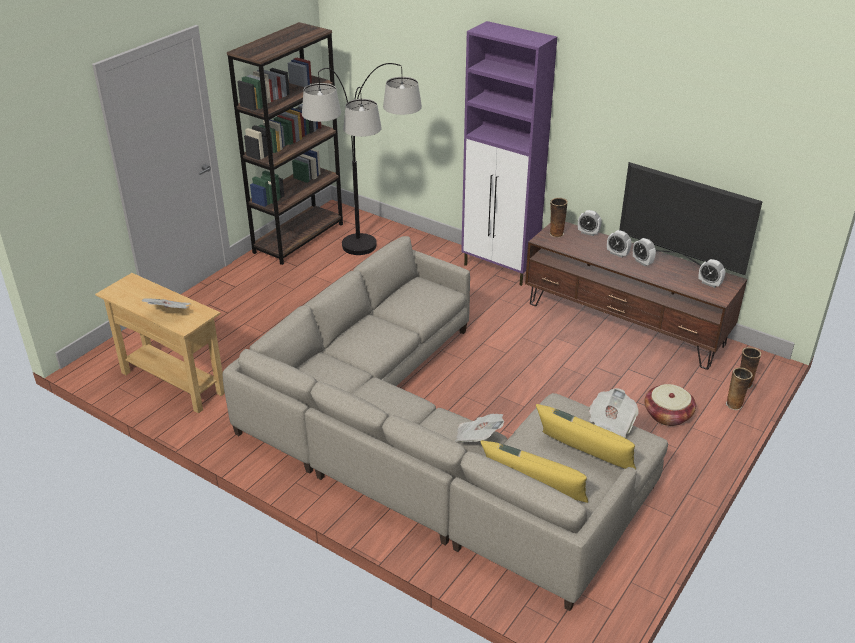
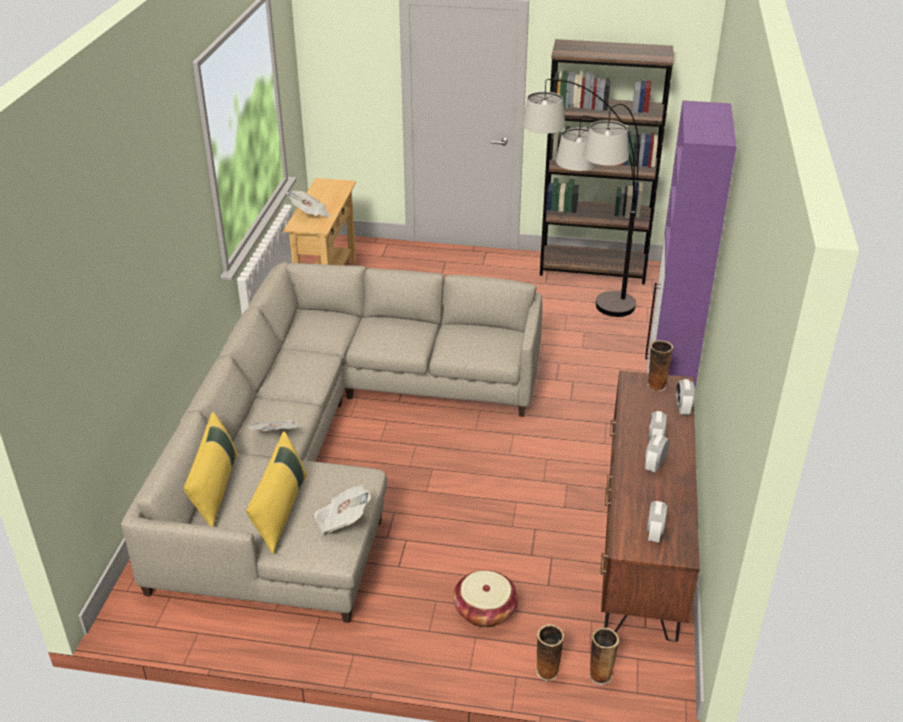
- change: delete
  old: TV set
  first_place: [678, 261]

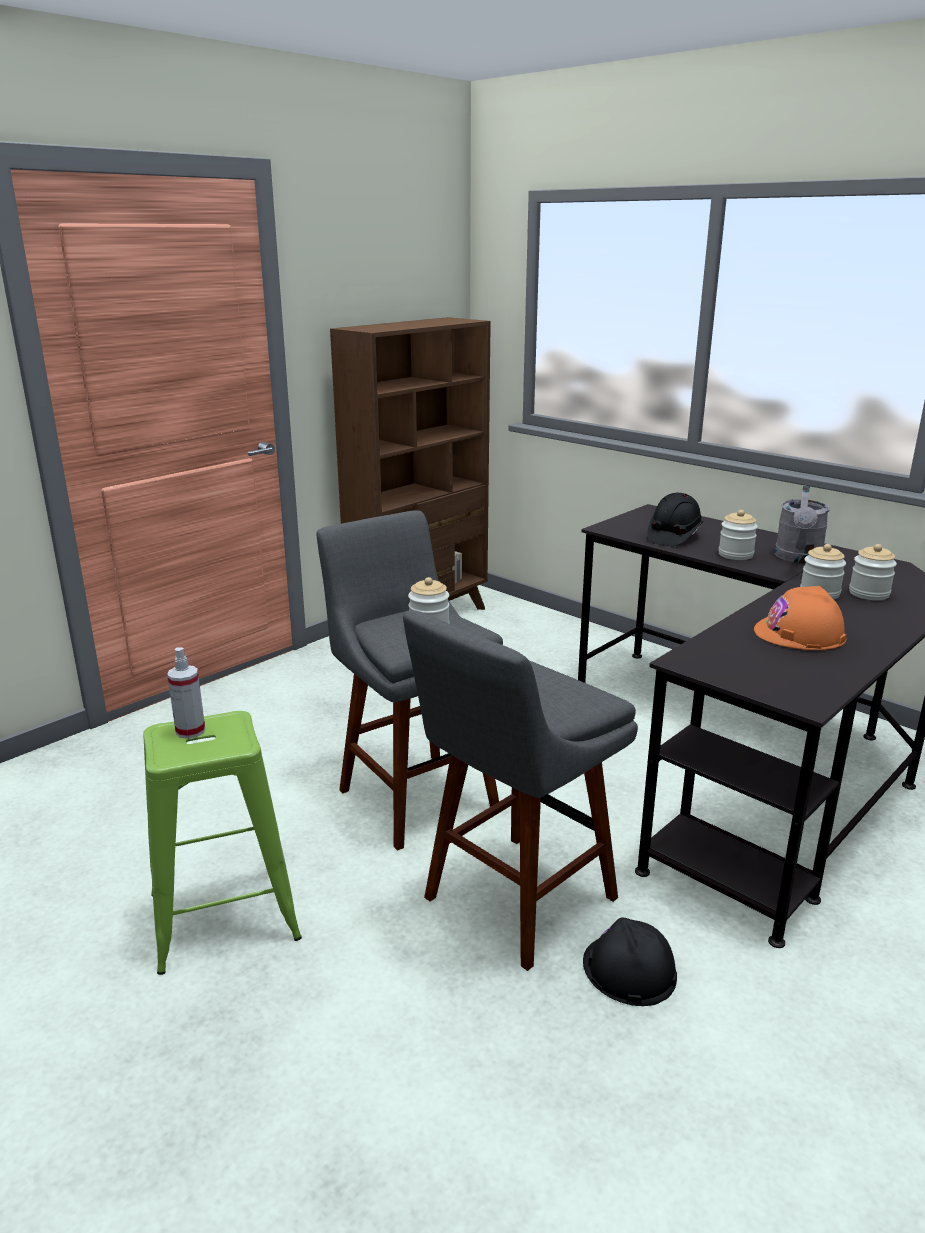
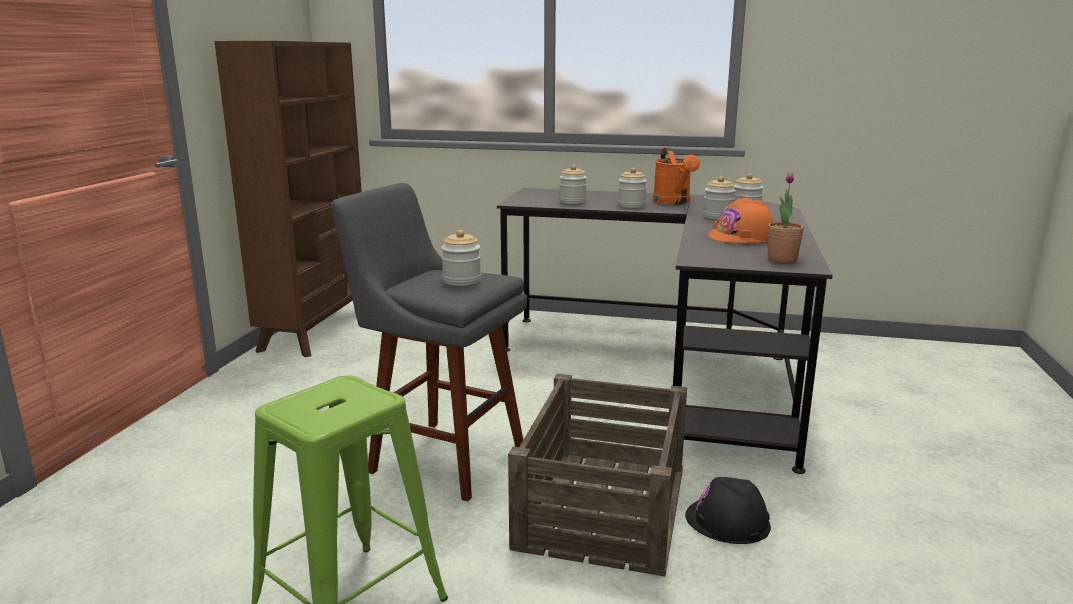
- change: delete
  old: hand sprayer
  first_place: [190, 731]
- change: insert
  new: plant in a pot
  second_place: [782, 259]
- change: replace
  old: sitting stool in gray
  new: packing crate
  first_place: [513, 902]
  second_place: [601, 507]
- change: replace
  old: work helmet in black-coloured
  new: preserve jar
  first_place: [673, 536]
  second_place: [572, 201]
- change: recolor
  old: sprinkling can in gray
  new: sprinkling can in orange
  first_place: [798, 558]
  second_place: [674, 202]

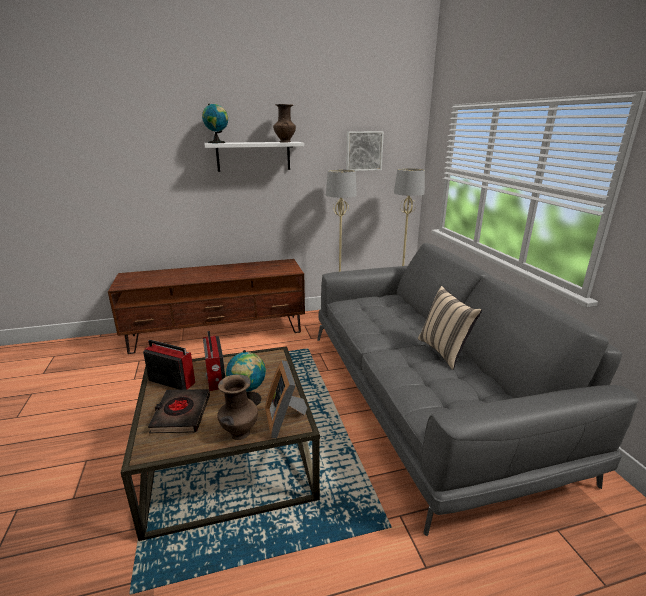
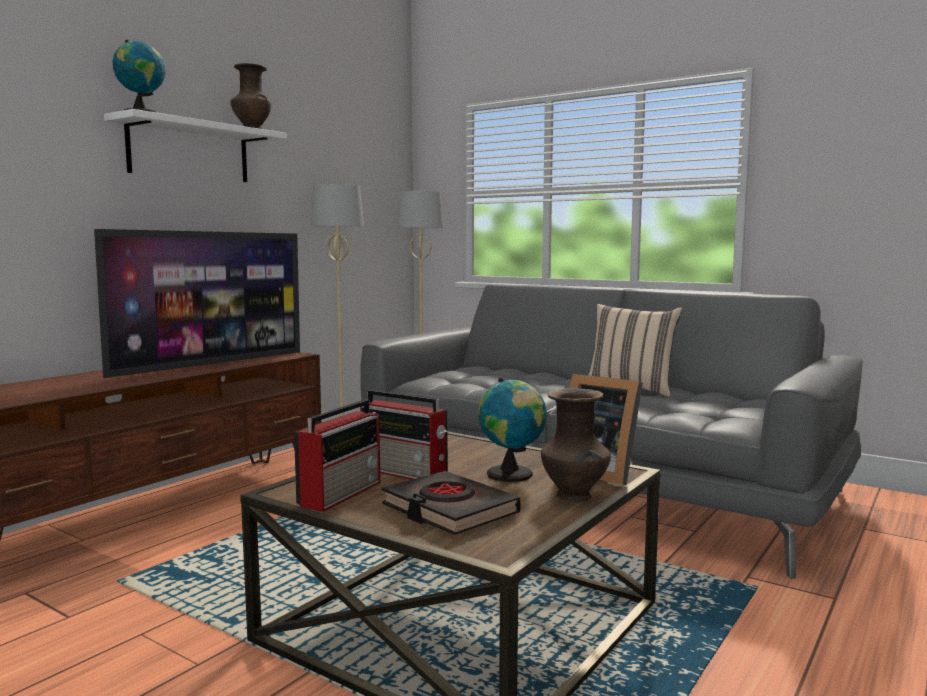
- change: delete
  old: wall picture
  first_place: [363, 151]
- change: insert
  new: TV set
  second_place: [211, 364]
- change: rotate
  old: radio
  first_place: [171, 381]
  second_place: [342, 493]
  degrees: 135

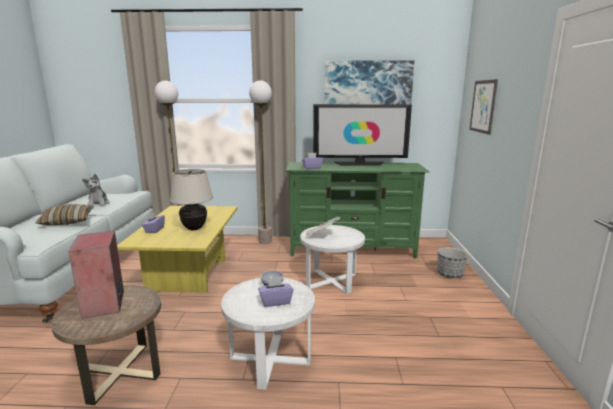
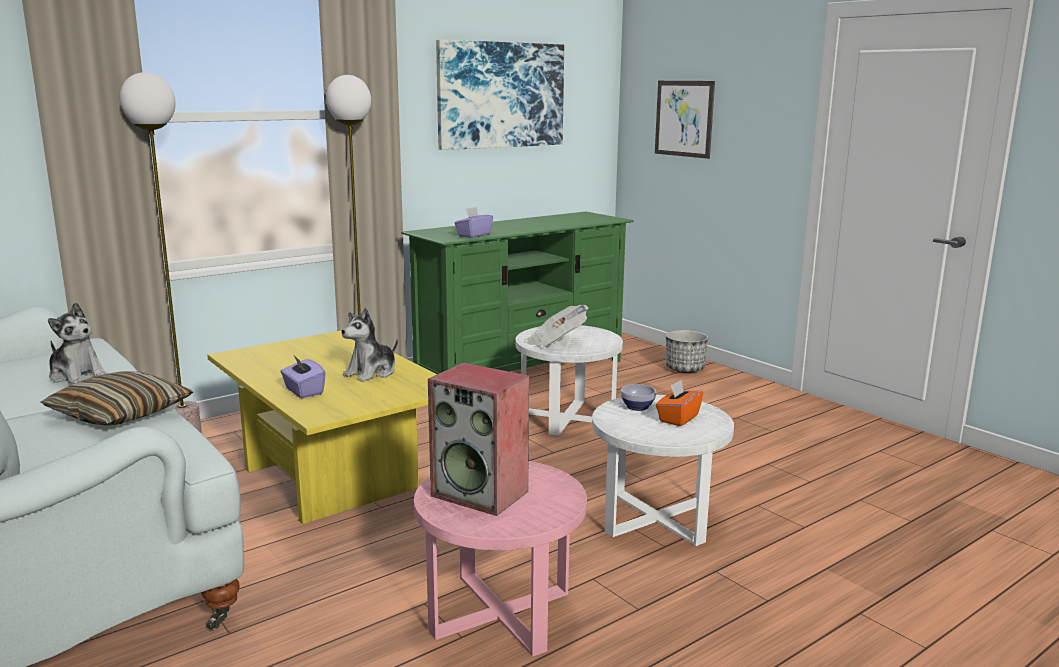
- change: delete
  old: TV set
  first_place: [359, 164]
- change: replace
  old: table lamp in sand-coloured
  new: plush toy
  first_place: [194, 228]
  second_place: [371, 373]
- change: recolor
  old: end table in brown
  new: end table in pinkish
  first_place: [119, 372]
  second_place: [500, 612]
- change: recolor
  old: box of tissues in purple-coloured
  new: box of tissues in orange
  first_place: [275, 301]
  second_place: [678, 418]

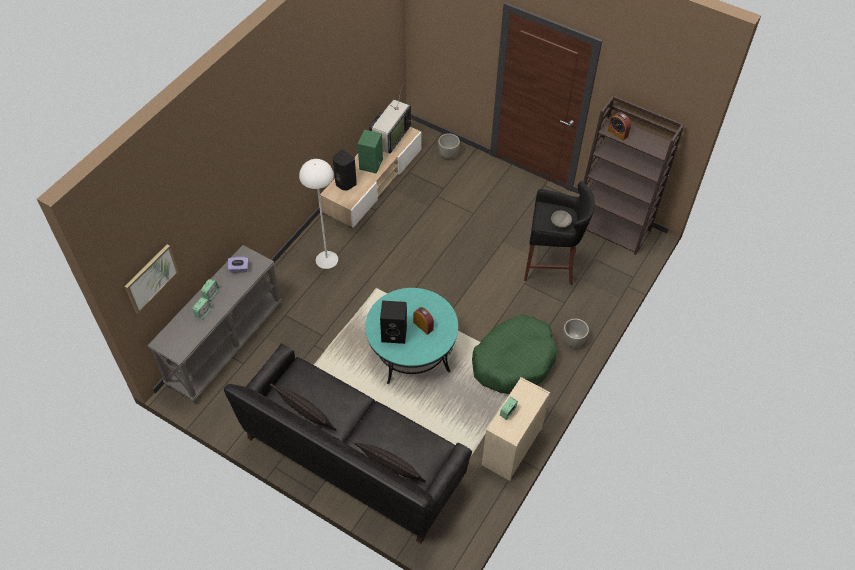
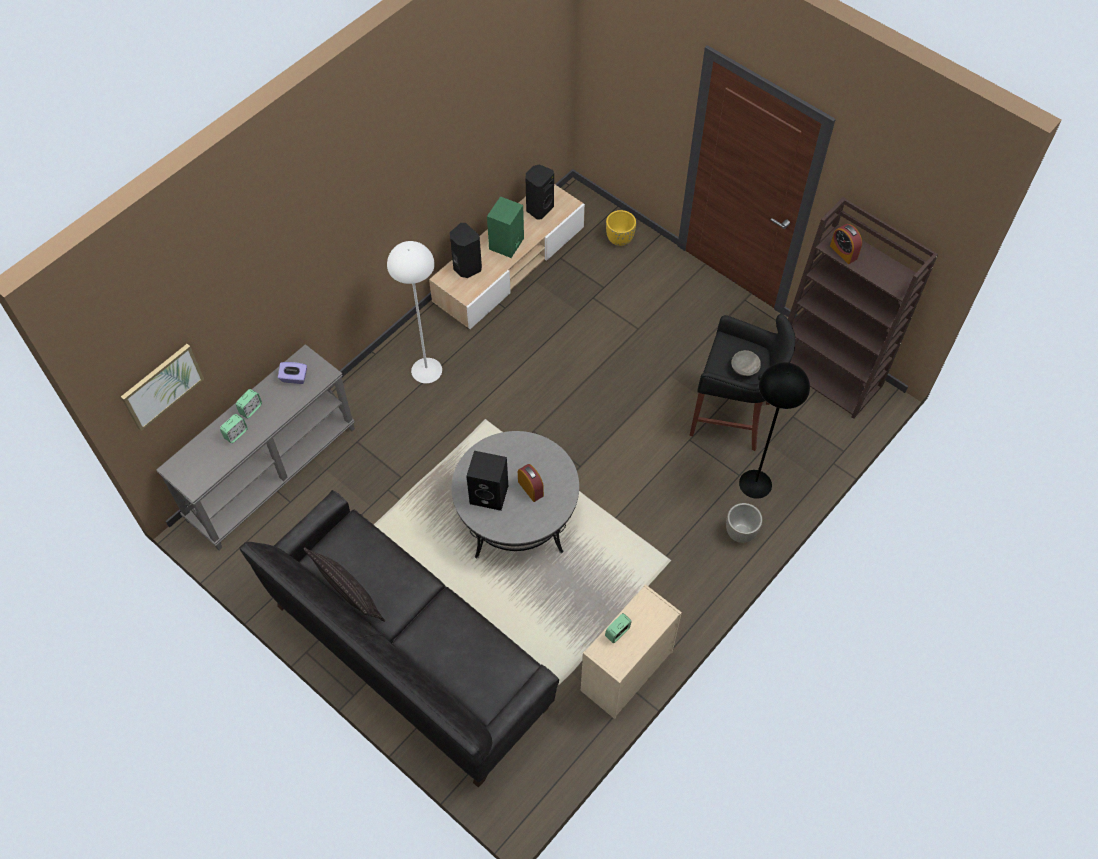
- change: delete
  old: cushion
  first_place: [390, 468]
- change: delete
  old: pet bed in green
  first_place: [513, 360]
- change: insert
  new: standard lamp in black-coloured
  second_place: [755, 484]
- change: replace
  old: TV set
  new: audio speaker in black-coloured
  first_place: [389, 138]
  second_place: [539, 208]
- change: recolor
  old: coffee table in turquoise
  new: coffee table in gray
  first_place: [411, 351]
  second_place: [516, 516]
- change: recolor
  old: plant pot in gray
  new: plant pot in yellow-coloured
  first_place: [448, 155]
  second_place: [619, 240]

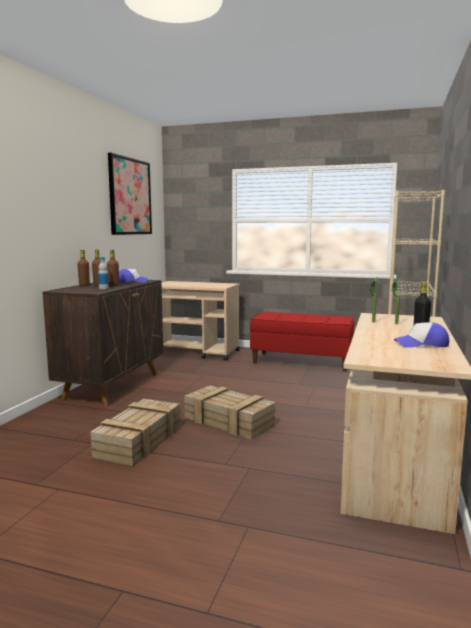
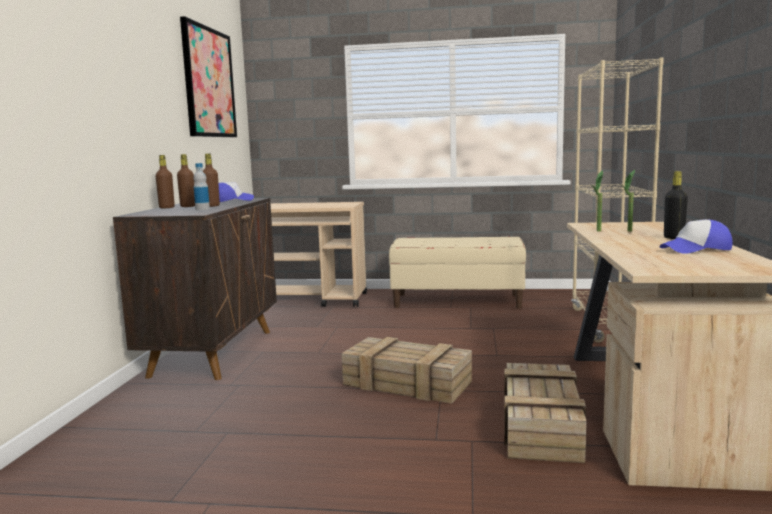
- change: move
  old: packing crate
  first_place: [139, 440]
  second_place: [540, 424]
- change: recolor
  old: bench in reddish
  new: bench in sand-coloured
  first_place: [301, 361]
  second_place: [457, 300]

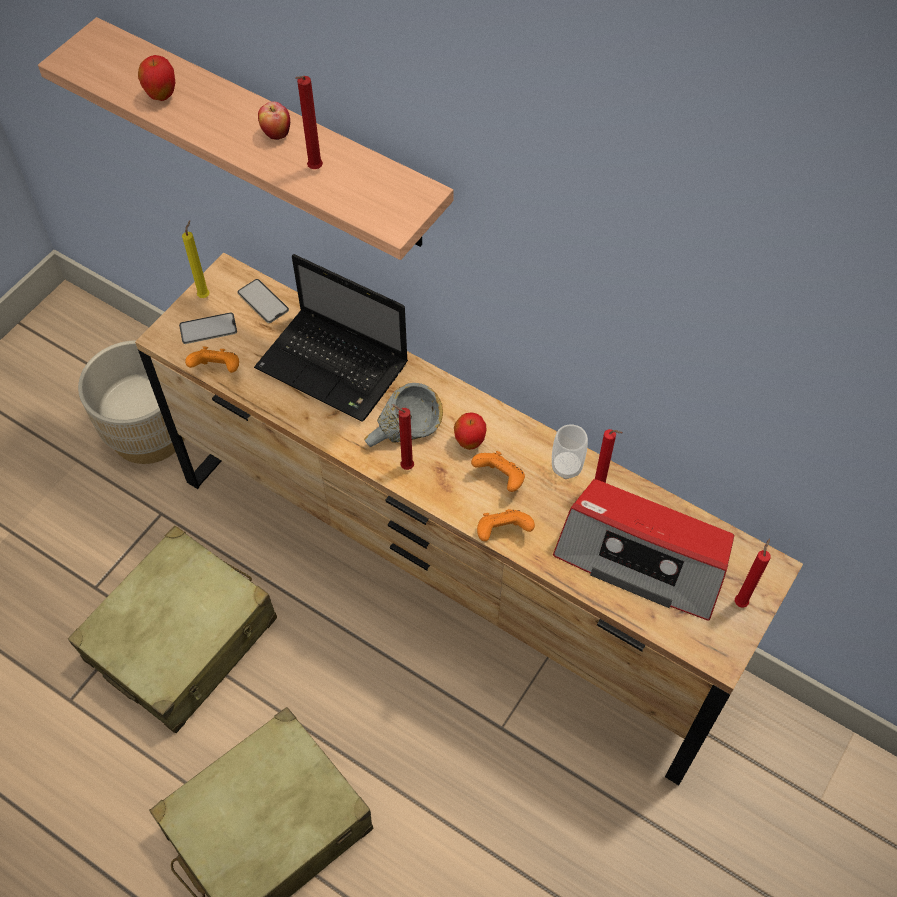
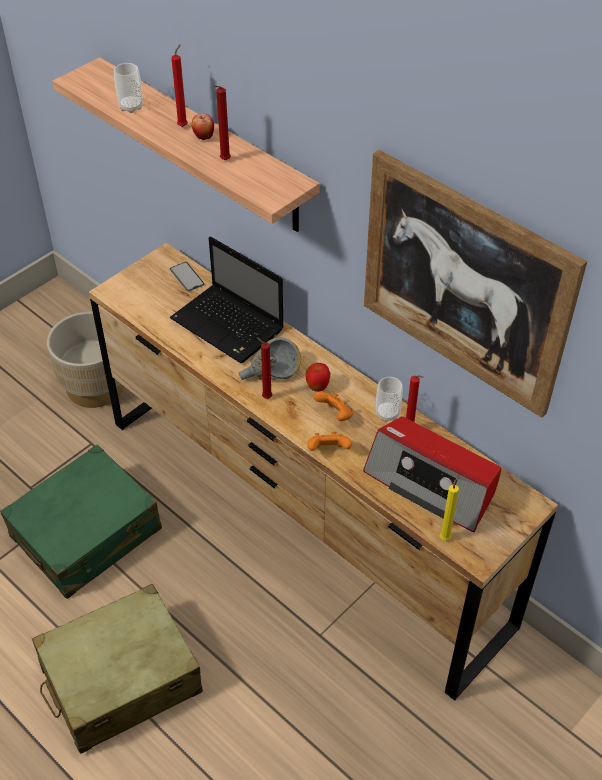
- change: delete
  old: handset
  first_place: [208, 328]
- change: delete
  old: gamepad in orange
  first_place: [217, 369]
- change: insert
  new: wall picture
  second_place: [464, 284]
- change: move
  old: candle in yellow-coloured
  first_place: [205, 295]
  second_place: [445, 537]
- change: move
  old: candle in reddish
  first_place: [741, 601]
  second_place: [183, 126]
- change: replace
  old: apple fruit
  new: cup
  first_place: [162, 96]
  second_place: [131, 107]
- change: recolor
  old: suitcase in sand-coloured
  new: suitcase in green
  first_place: [182, 640]
  second_place: [87, 533]

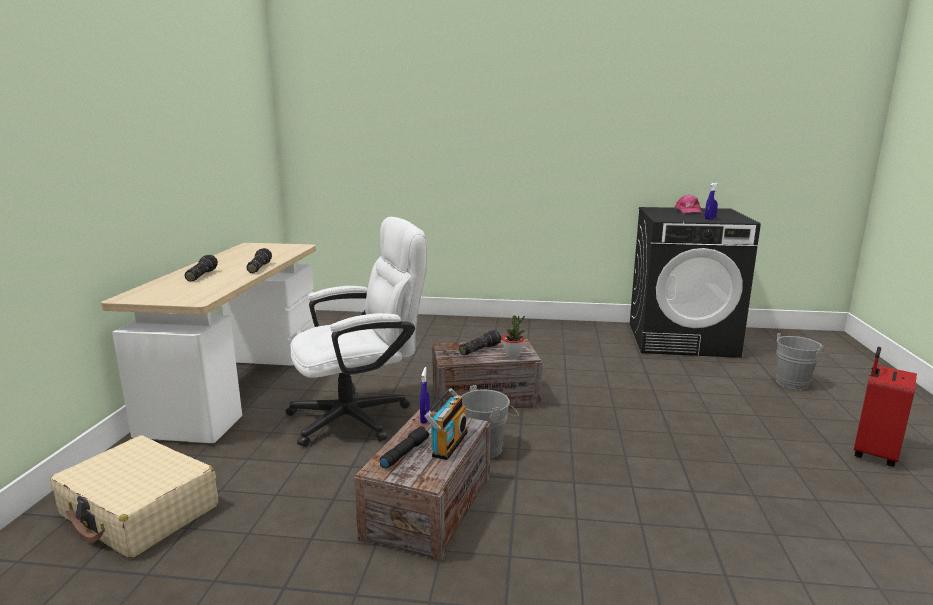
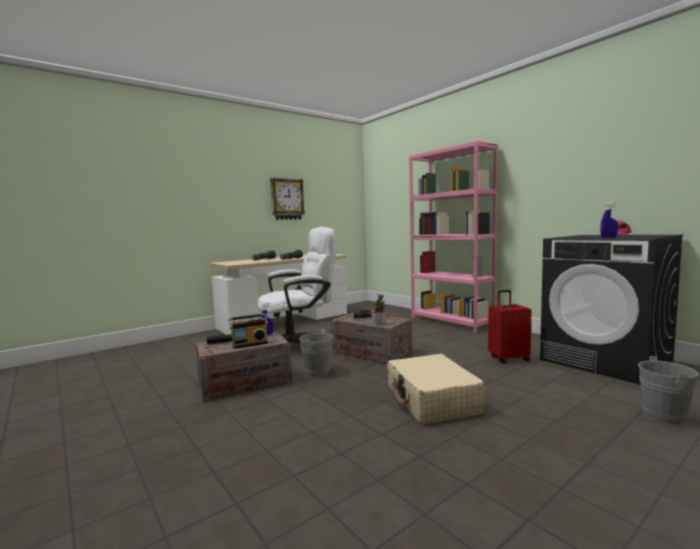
- change: insert
  new: wall clock
  second_place: [287, 199]
- change: insert
  new: bookshelf in pinkish
  second_place: [451, 322]
- change: move
  old: suitcase in sand-coloured
  first_place: [140, 511]
  second_place: [432, 400]
- change: move
  old: suitcase in reddish
  first_place: [873, 453]
  second_place: [508, 359]
- change: rotate
  old: computer chair in whitish
  first_place: [361, 416]
  second_place: [299, 344]
  degrees: -45

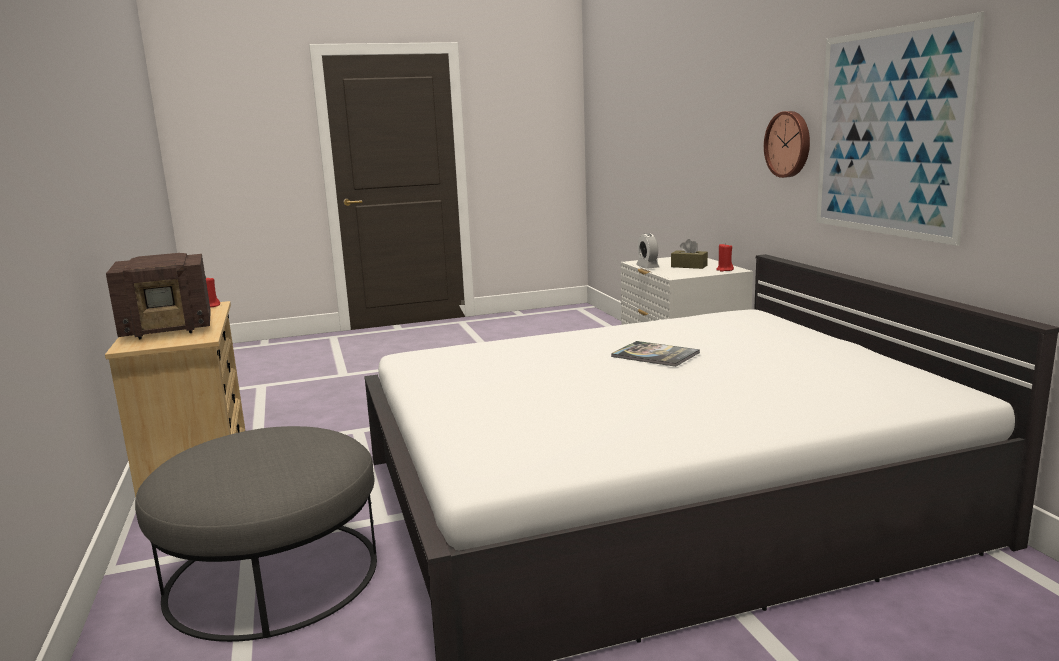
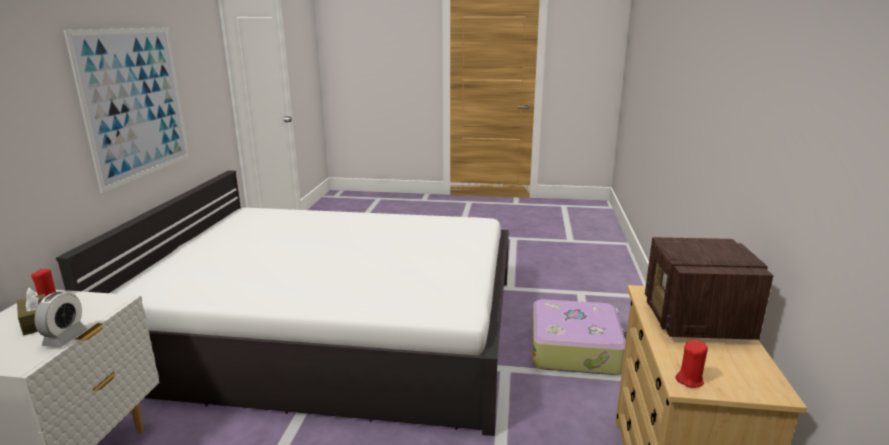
- change: delete
  old: volume
  first_place: [655, 355]
- change: delete
  old: wall clock
  first_place: [789, 144]
- change: replace
  old: footrest in gray
  new: suitcase
  first_place: [273, 574]
  second_place: [576, 348]
- change: rotate
  old: radio
  first_place: [170, 329]
  second_place: [696, 321]
  degrees: -90

